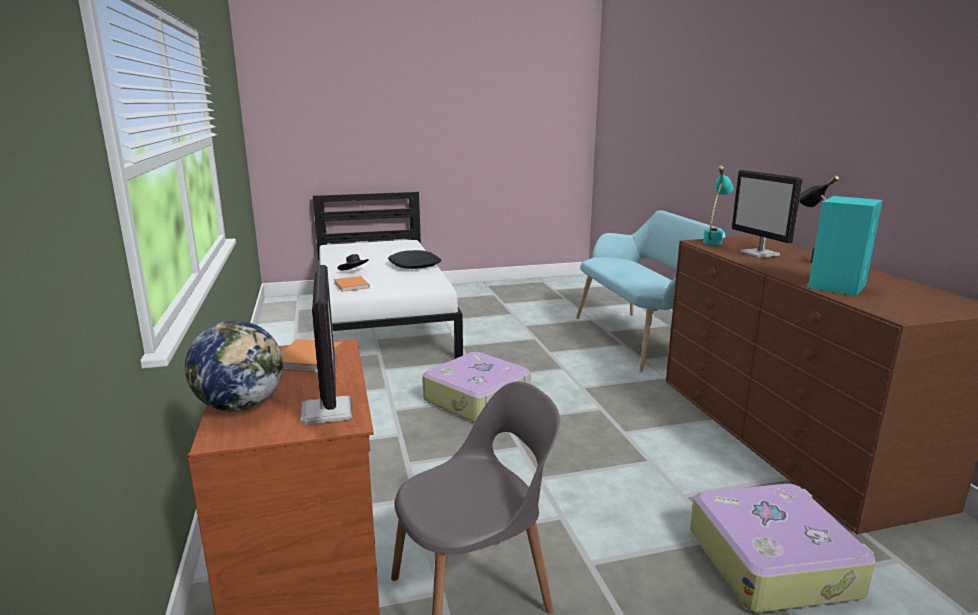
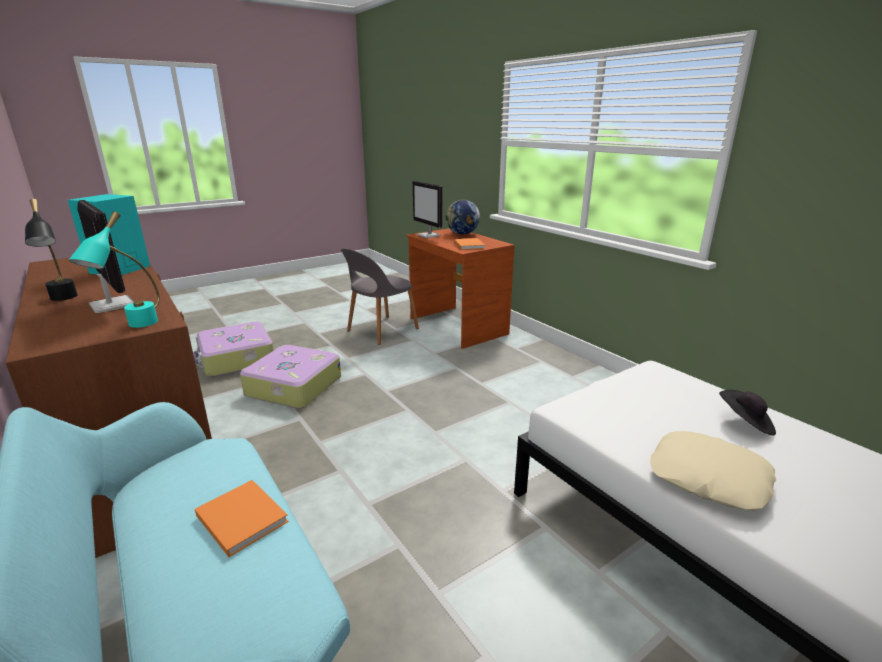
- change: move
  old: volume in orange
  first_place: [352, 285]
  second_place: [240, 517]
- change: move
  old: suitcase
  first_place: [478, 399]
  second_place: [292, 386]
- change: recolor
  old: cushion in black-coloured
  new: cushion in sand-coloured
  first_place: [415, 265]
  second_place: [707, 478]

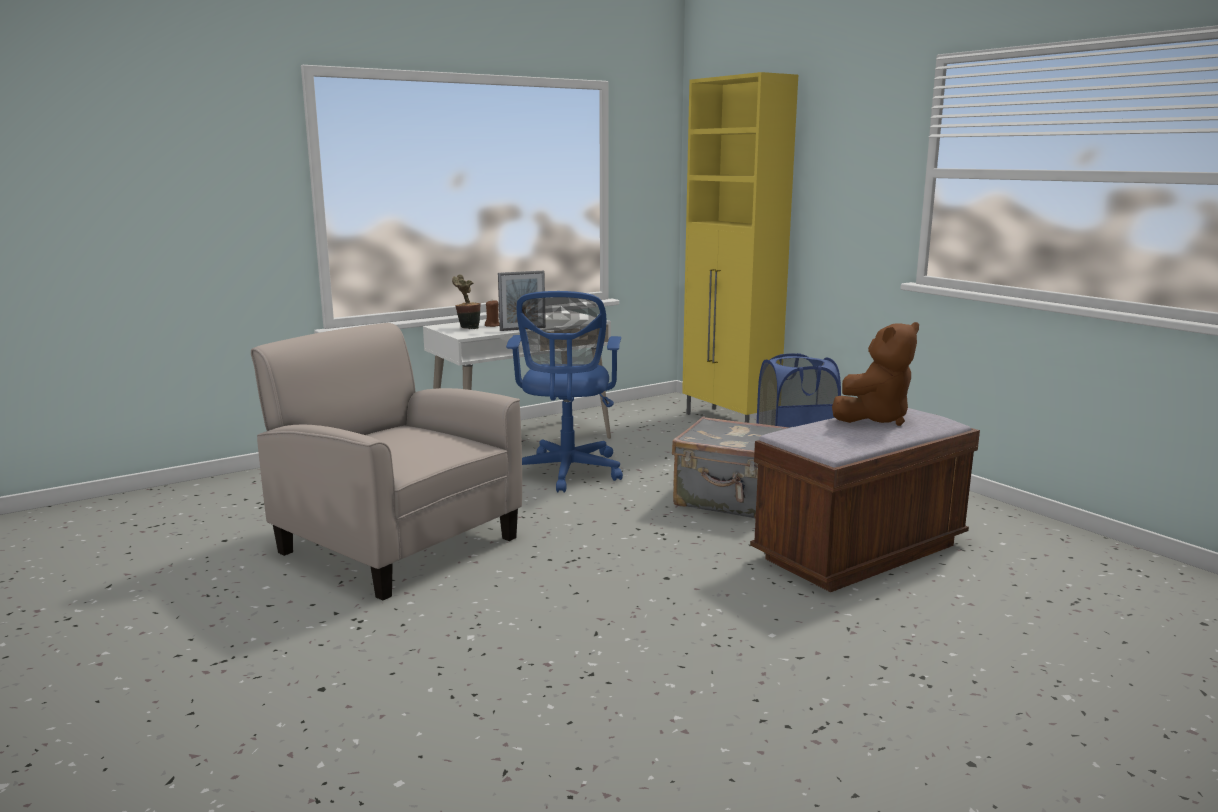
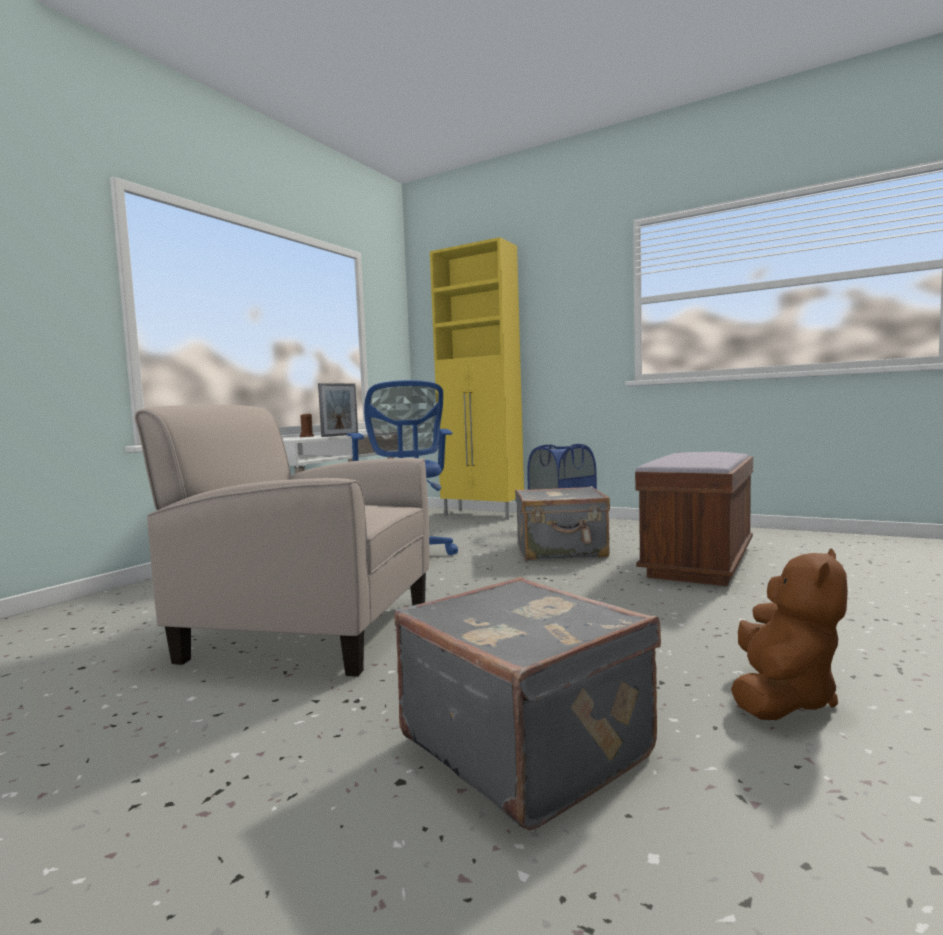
- change: delete
  old: plant in a pot
  first_place: [467, 328]
- change: insert
  new: suitcase in gray
  second_place: [527, 744]
- change: move
  old: plush toy in brown
  first_place: [874, 419]
  second_place: [782, 698]

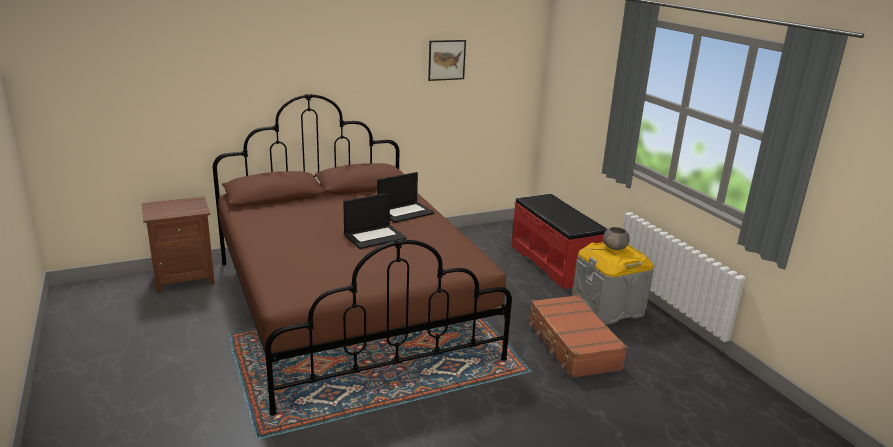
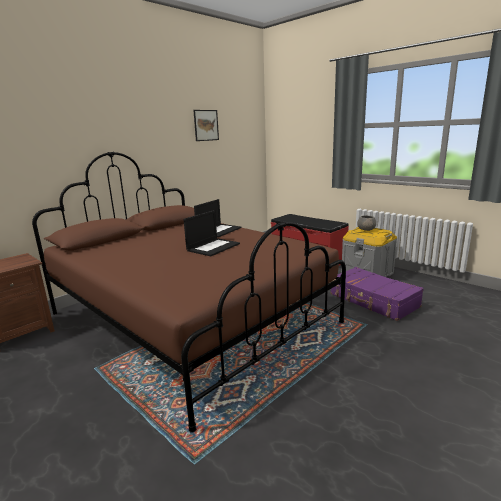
- change: recolor
  old: suitcase in brown
  new: suitcase in purple-coloured
  first_place: [572, 345]
  second_place: [373, 301]

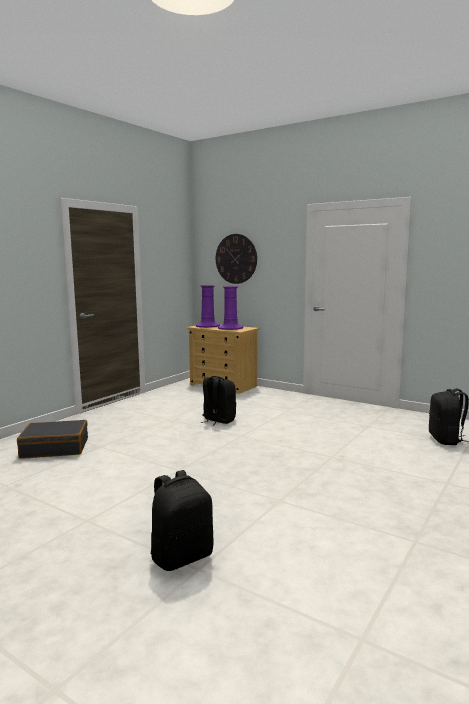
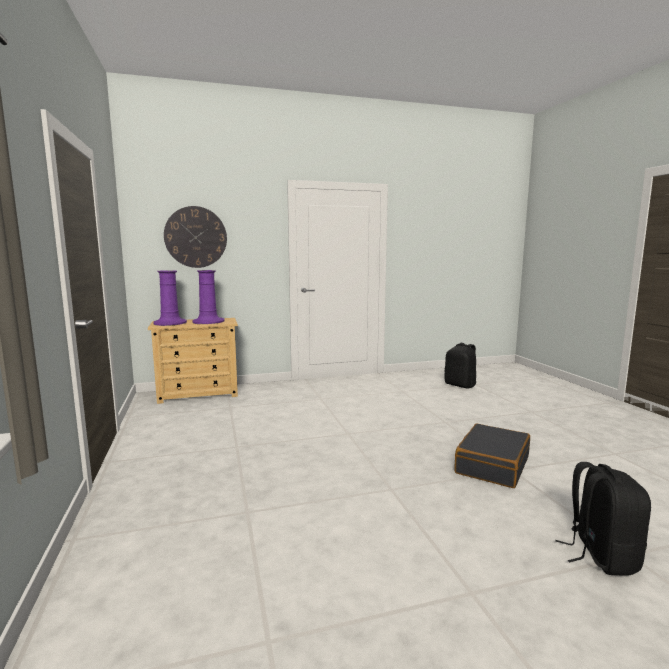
- change: delete
  old: rucksack in black-coloured
  first_place: [218, 420]
- change: move
  old: suitcase in black-coloured
  first_place: [55, 448]
  second_place: [491, 465]

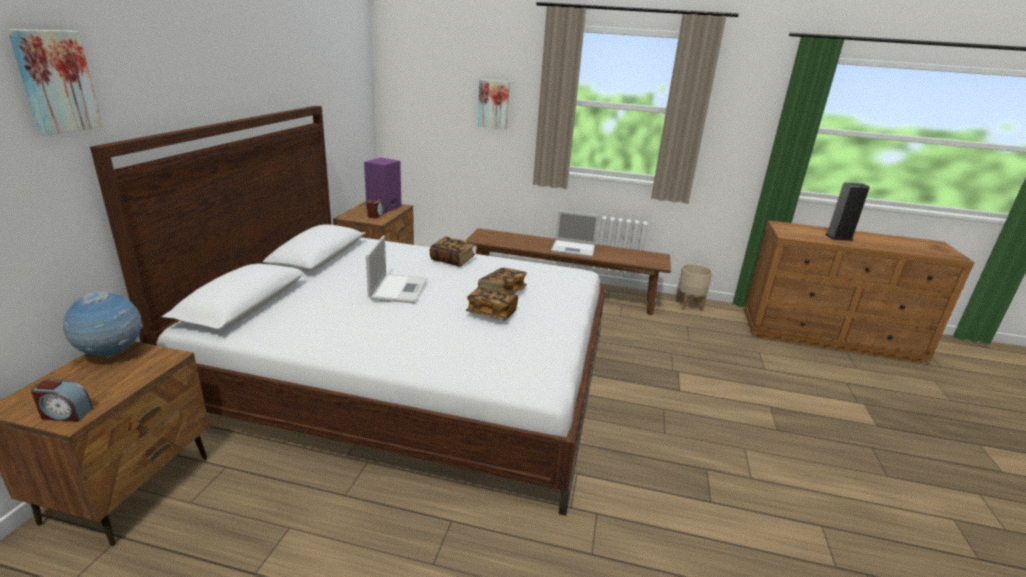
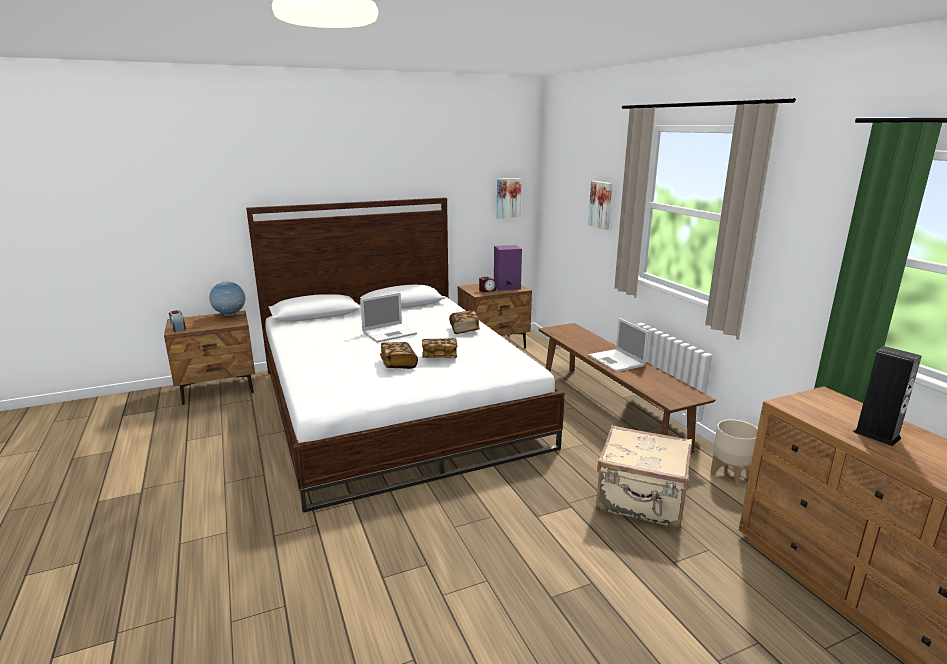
- change: insert
  new: suitcase in sand-coloured
  second_place: [641, 501]
- change: move
  old: wall picture
  first_place: [55, 81]
  second_place: [508, 198]

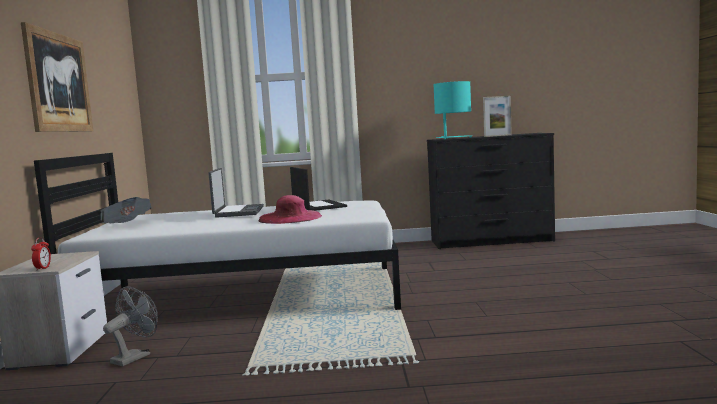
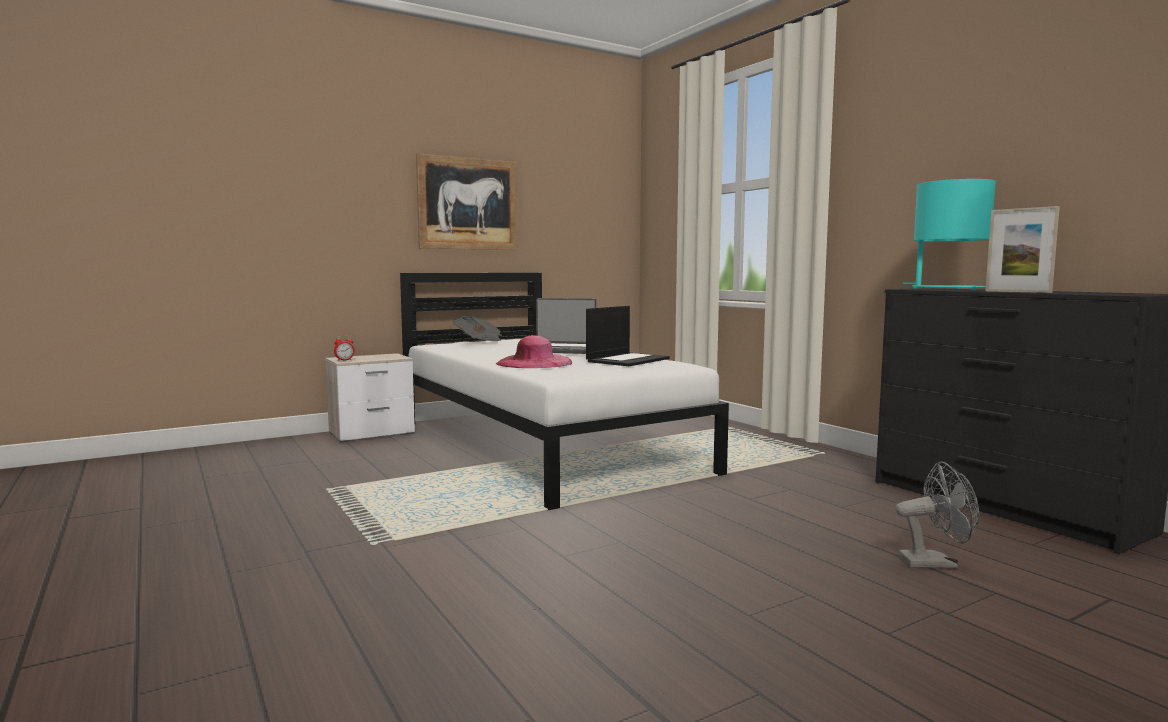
- change: move
  old: electric fan in gray
  first_place: [135, 357]
  second_place: [935, 562]
- change: rotate
  old: laptop
  first_place: [238, 212]
  second_place: [561, 350]
  degrees: 45

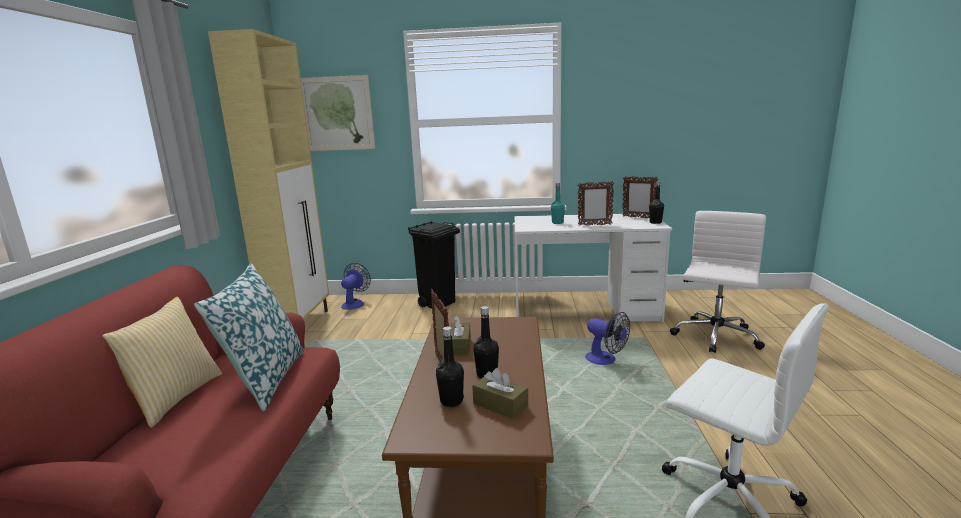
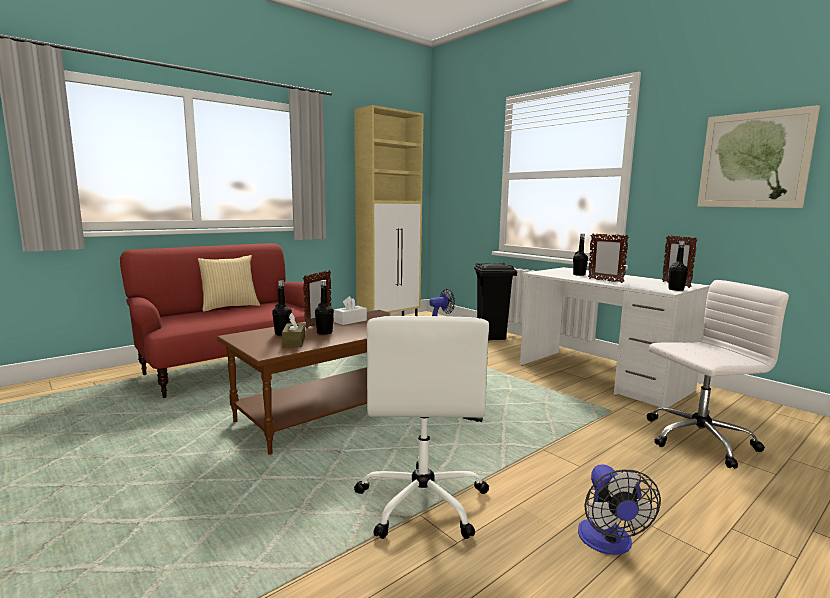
- change: delete
  old: cushion
  first_place: [265, 379]
- change: move
  old: wall picture
  first_place: [337, 113]
  second_place: [753, 160]
- change: move
  old: electric fan
  first_place: [605, 360]
  second_place: [608, 543]
- change: recolor
  old: box of tissues in brown
  new: box of tissues in whitish
  first_place: [459, 346]
  second_place: [350, 321]
- change: recolor
  old: bottle in turquoise
  new: bottle in black-coloured
  first_place: [557, 223]
  second_place: [579, 274]

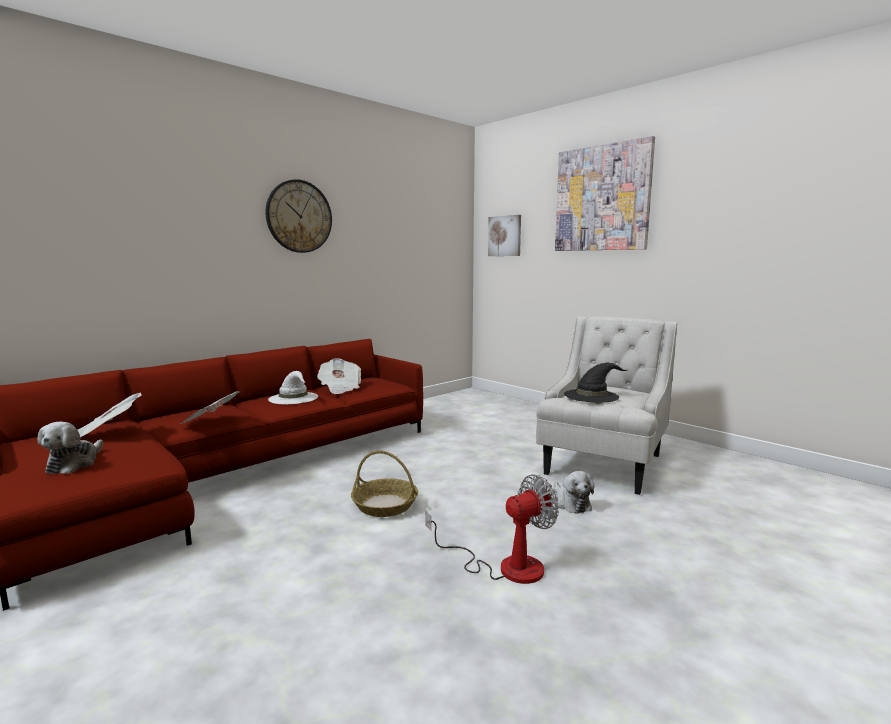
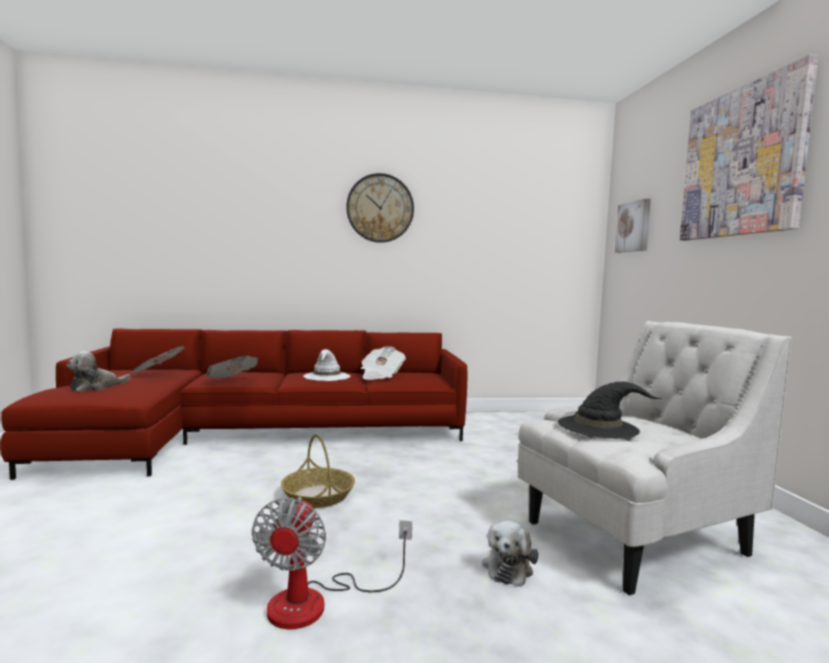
- change: rotate
  old: electric fan
  first_place: [505, 566]
  second_place: [317, 602]
  degrees: 90

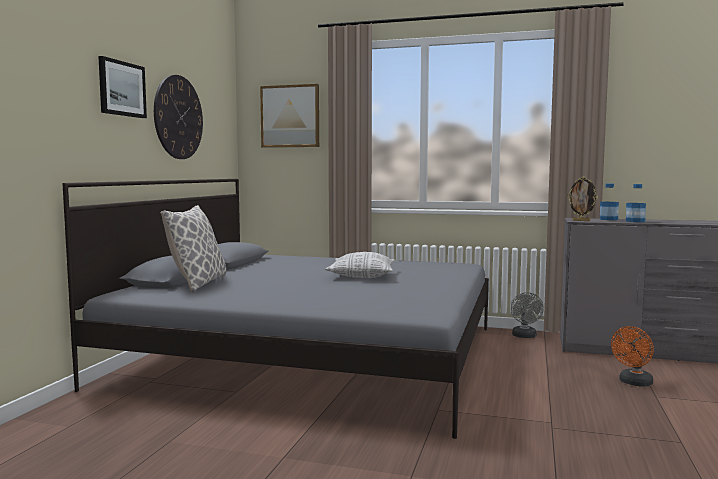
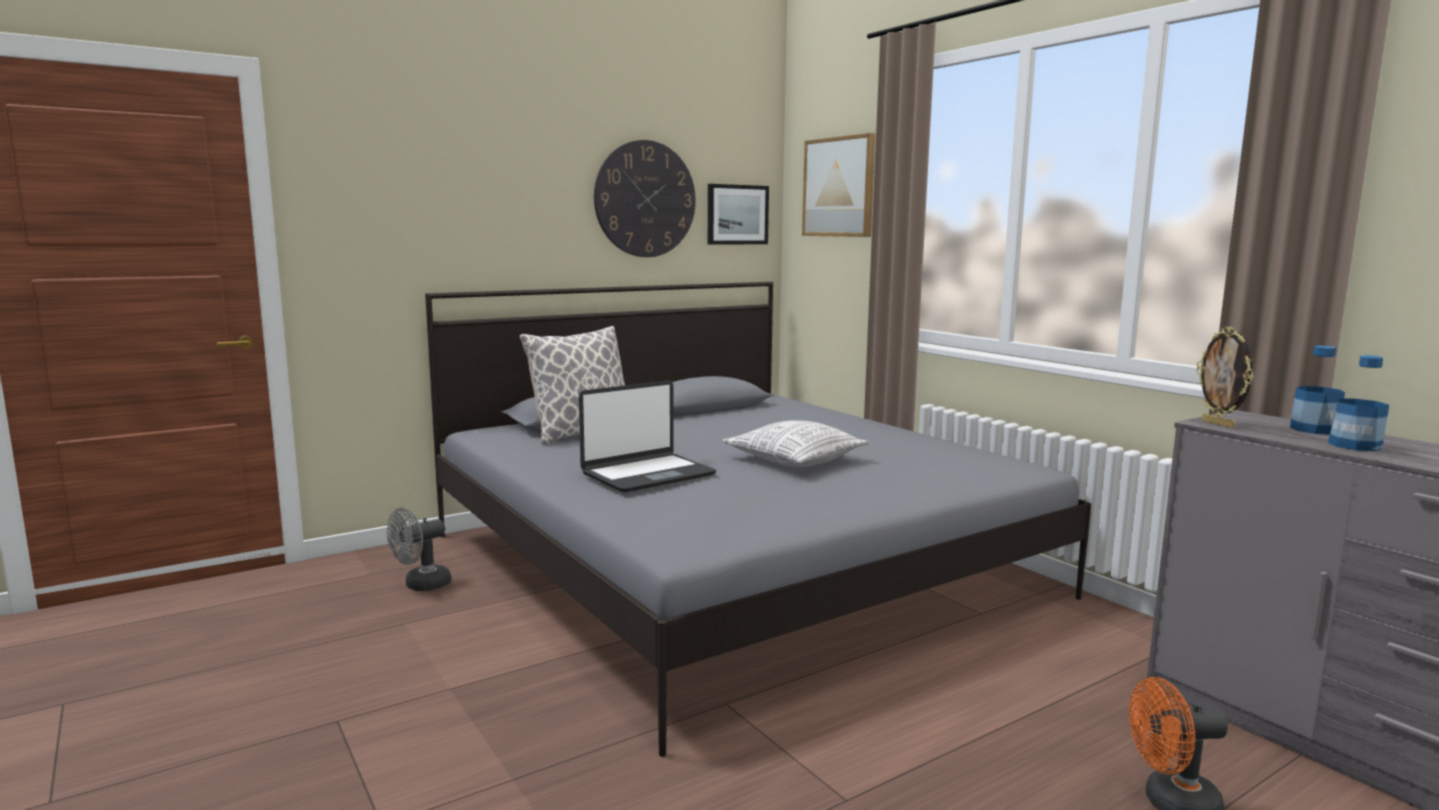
- change: insert
  new: laptop
  second_place: [647, 474]
- change: move
  old: wall picture
  first_place: [122, 88]
  second_place: [737, 214]
- change: move
  old: electric fan in gray
  first_place: [525, 336]
  second_place: [421, 585]

